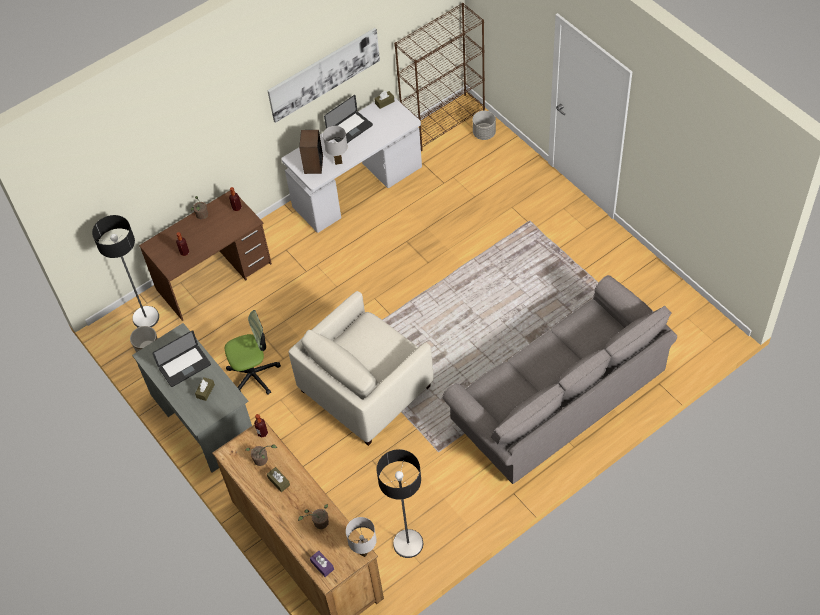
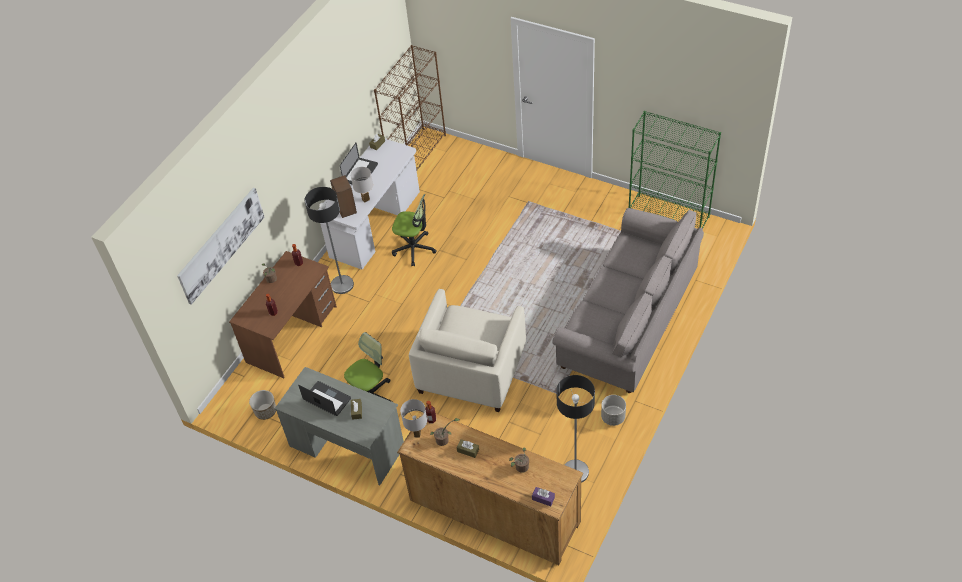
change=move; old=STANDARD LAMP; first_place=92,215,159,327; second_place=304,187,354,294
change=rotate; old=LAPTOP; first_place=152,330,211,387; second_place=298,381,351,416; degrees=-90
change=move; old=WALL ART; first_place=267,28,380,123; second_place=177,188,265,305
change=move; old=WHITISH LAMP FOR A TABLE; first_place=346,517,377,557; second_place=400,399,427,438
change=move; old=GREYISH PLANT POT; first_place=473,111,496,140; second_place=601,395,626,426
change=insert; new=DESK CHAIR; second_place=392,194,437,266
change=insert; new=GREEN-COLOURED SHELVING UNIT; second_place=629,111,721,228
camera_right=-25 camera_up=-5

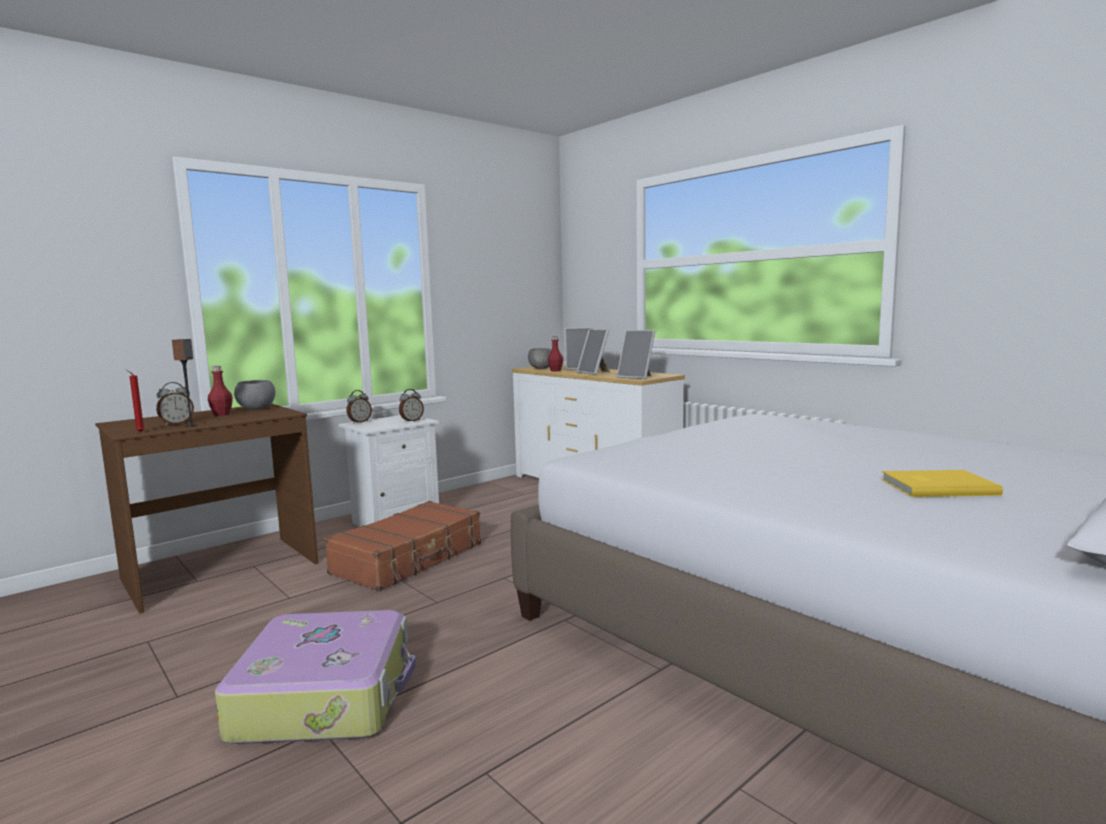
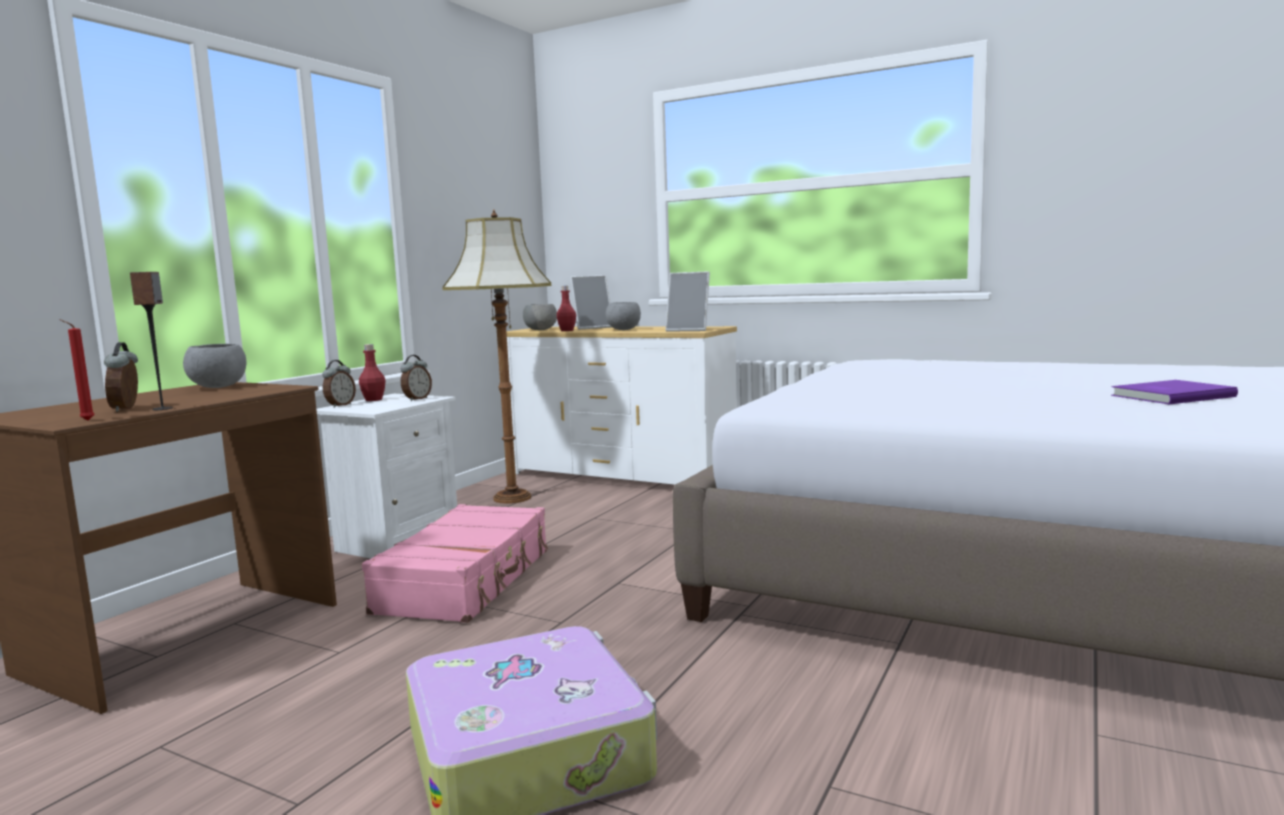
change=rotate; old=BEDSIDE CLOCK; first_place=156,382,194,426; second_place=104,342,138,412; degrees=135
change=move; old=RED-COLOURED BEVERAGE BOTTLE; first_place=208,366,233,416; second_place=359,344,386,401
change=recolor; old=BROWN PIECE OF LUGGAGE; new=PINKISH PIECE OF LUGGAGE; first_place=324,501,481,591; second_place=362,504,548,623
change=replace; old=STANDING FRAME; new=GREYISH BOWL; first_place=577,329,610,375; second_place=606,302,641,330
change=recolor; old=YELLOW-COLOURED VOLUME; new=PURPLE-COLOURED VOLUME; first_place=881,470,1003,497; second_place=1111,380,1238,404
change=insert; new=STANDARD LAMP; second_place=442,210,551,504
camera_right=-20 camera_up=0

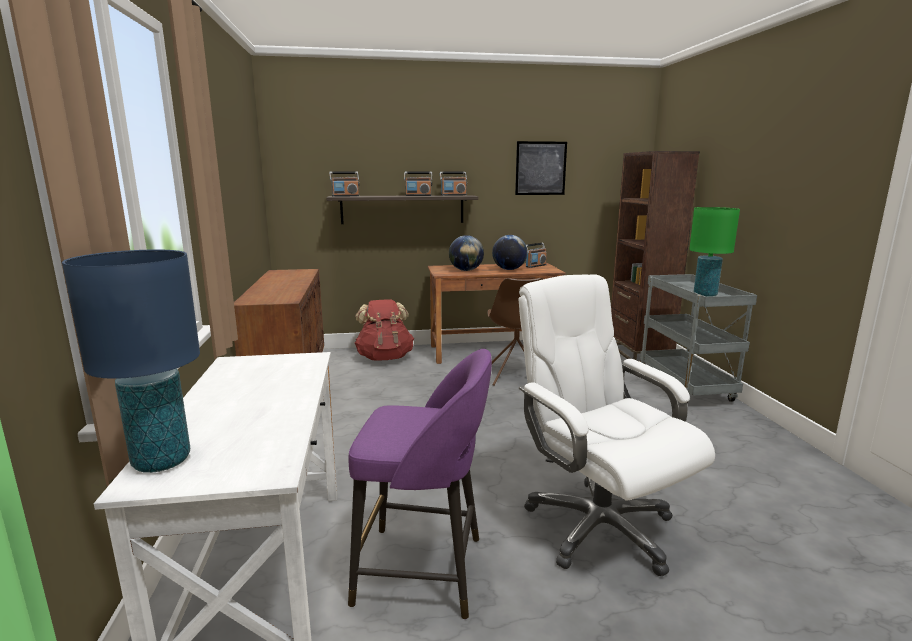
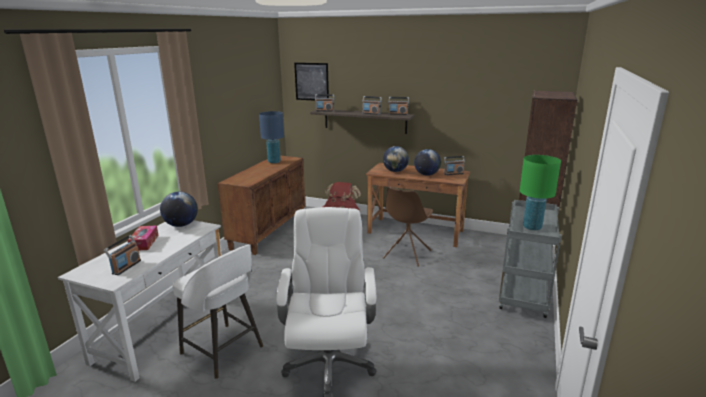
change=move; old=BLUE-COLOURED LAMP FOR A TABLE; first_place=62,250,200,473; second_place=259,111,284,163
change=recolor; old=PURPLE-COLOURED STOOL SEAT; new=WHITISH STOOL SEAT; first_place=348,349,492,619; second_place=173,245,263,379
change=move; old=WALL ART; first_place=515,141,567,195; second_place=294,63,329,101
change=insert; new=RADIO SET; second_place=104,235,141,275
change=insert; new=TISSUE BOX; second_place=127,225,159,250
change=insert; new=WORLD GLOBE; second_place=160,192,198,227
camera_right=30 camera_up=5

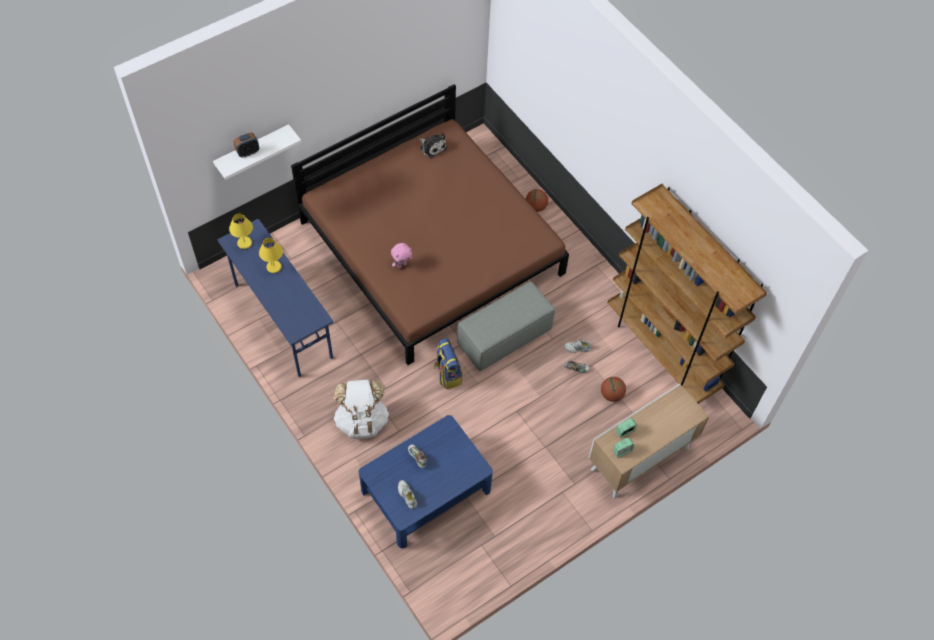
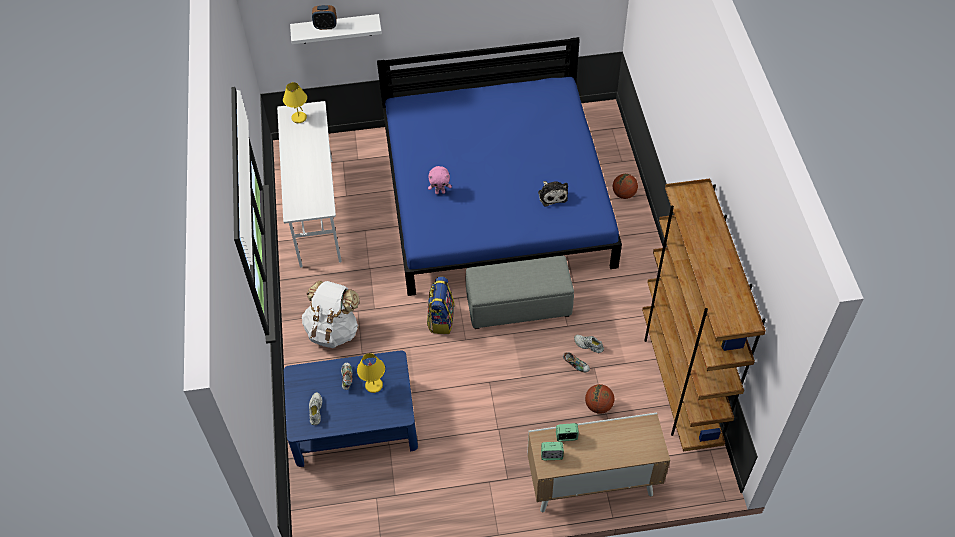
change=recolor; old=BLUE-COLOURED DESK UNIT; new=WHITISH DESK UNIT; first_place=218,219,333,377; second_place=277,101,342,268
change=move; old=YELLOW-COLOURED LAMP FOR A TABLE; first_place=259,238,283,273; second_place=357,353,385,393
change=recolor; old=BROWN SLEEPING BED; new=BLUE-COLOURED SLEEPING BED; first_place=291,84,569,365; second_place=377,37,622,296
change=move; old=PLUSH TOY; first_place=419,133,447,159; second_place=538,181,568,207
camera_right=30 camera_up=-5

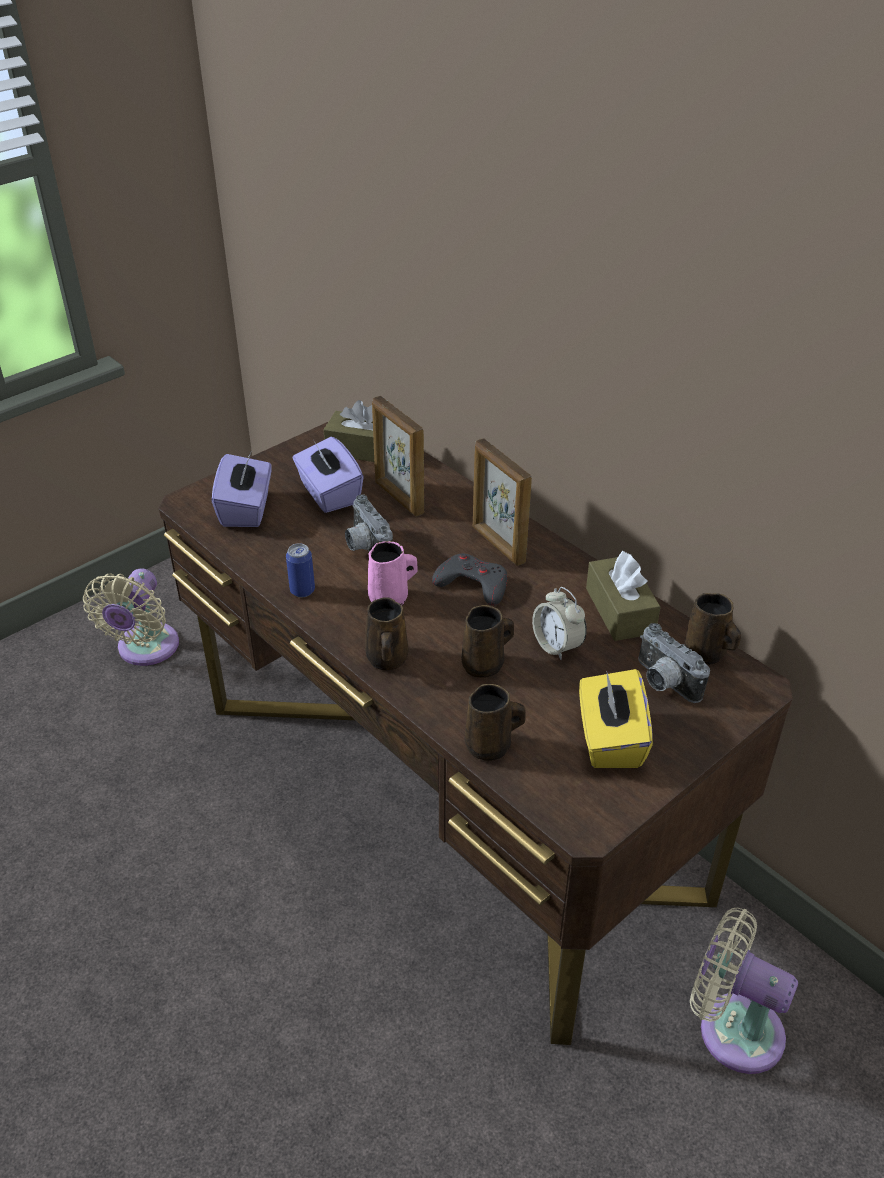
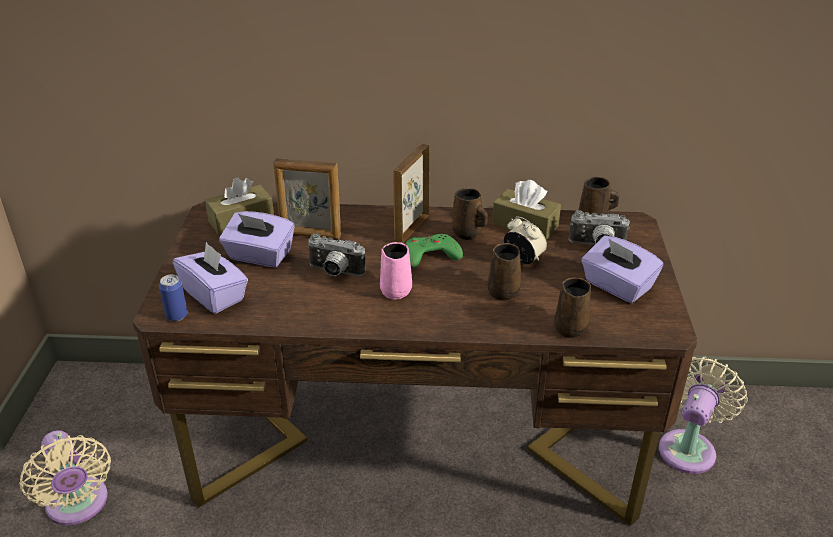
change=move; old=METAL CAN; first_place=286,543,315,598; second_place=159,275,188,321
change=move; old=BROWN MUG; first_place=365,597,408,670; second_place=452,188,488,240
change=recolor; old=GREYISH GAME CONTROLLER; new=GREEN-COLOURED GAME CONTROLLER; first_place=432,553,507,606; second_place=405,234,463,268
change=rotate; old=STANDING FRAME; first_place=473,438,532,566; second_place=393,144,429,243; degrees=105
change=rotate; old=BEDSIDE CLOCK; first_place=532,587,587,660; second_place=504,216,547,264; degrees=-150
change=recolor; old=YELLOW-COLOURED TISSUE BOX; new=PURPLE-COLOURED TISSUE BOX; first_place=579,669,653,768; second_place=581,236,663,303
change=rotate; old=BEIGE-COLOURED COOLING FAN; first_place=690,908,798,1074; second_place=659,357,748,474; degrees=135
camera_right=-45 camera_up=-5

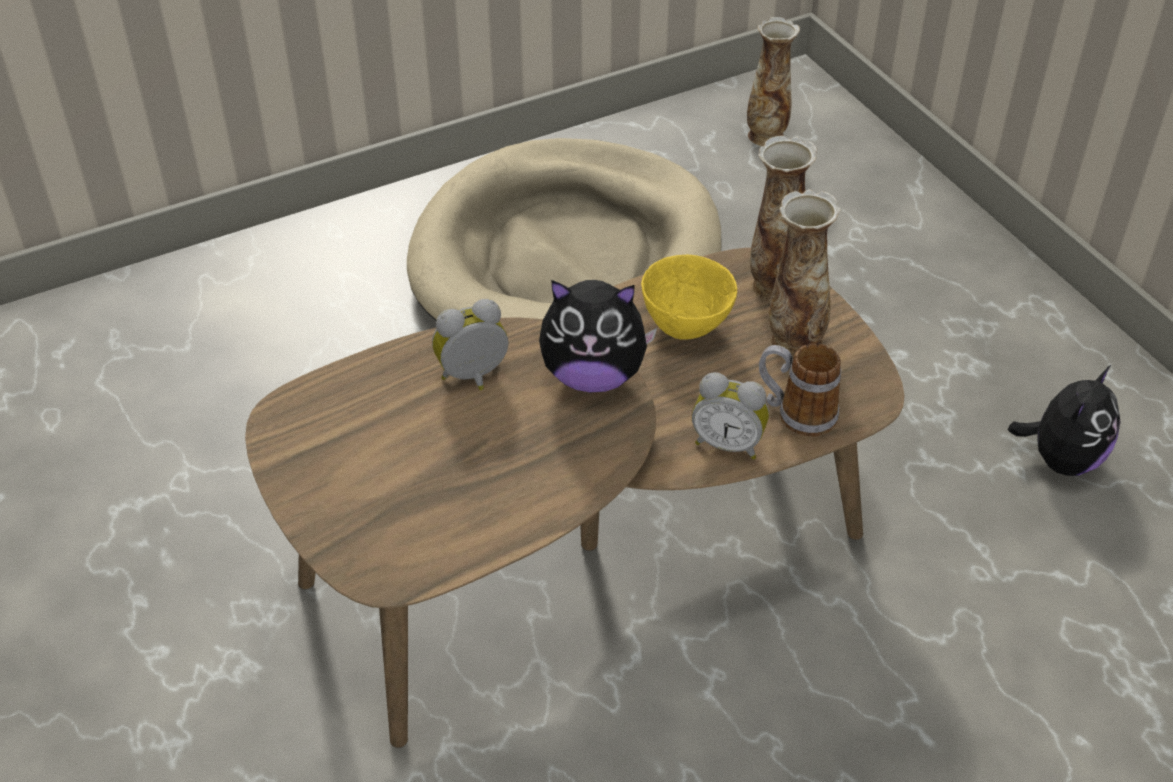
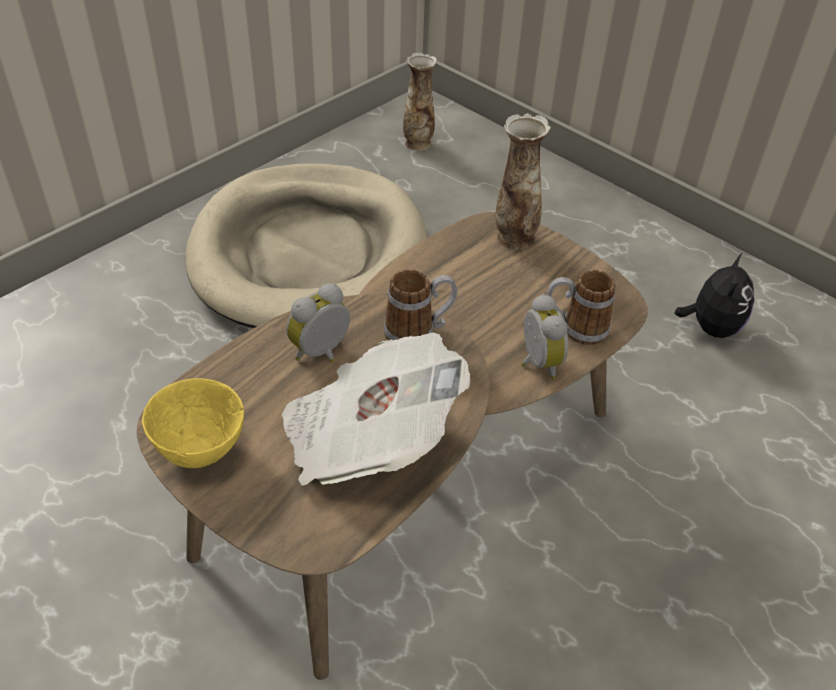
change=replace; old=PLUSH TOY; new=MUG; first_place=539,280,657,392; second_place=384,269,457,340
change=move; old=YELLOW-COLOURED BOWL; first_place=641,255,737,340; second_place=142,378,244,468
change=rotate; old=BEDSIDE CLOCK; first_place=692,372,769,459; second_place=521,294,568,379; degrees=-105
change=delete; old=VASE; first_place=769,189,841,358
change=insert; new=DAILY PAPER; second_place=282,333,470,485
camera_right=-20 camera_up=0

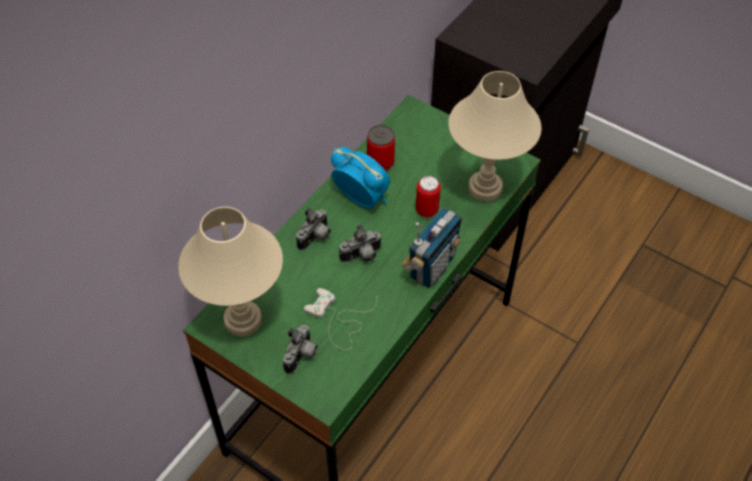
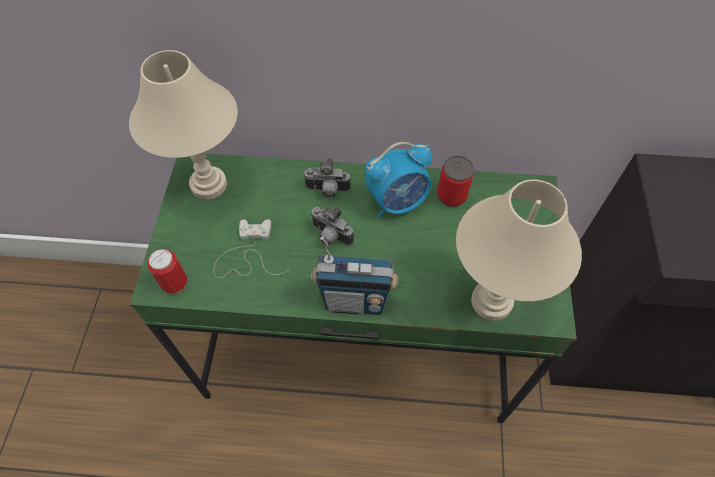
change=delete; old=PHOTO CAMERA; first_place=283,325,317,374
change=rotate; old=BEDSIDE CLOCK; first_place=331,147,390,209; second_place=365,142,432,218; degrees=60
change=move; old=METAL CAN; first_place=416,176,441,218; second_place=147,249,187,294
camera_right=60 camera_up=5

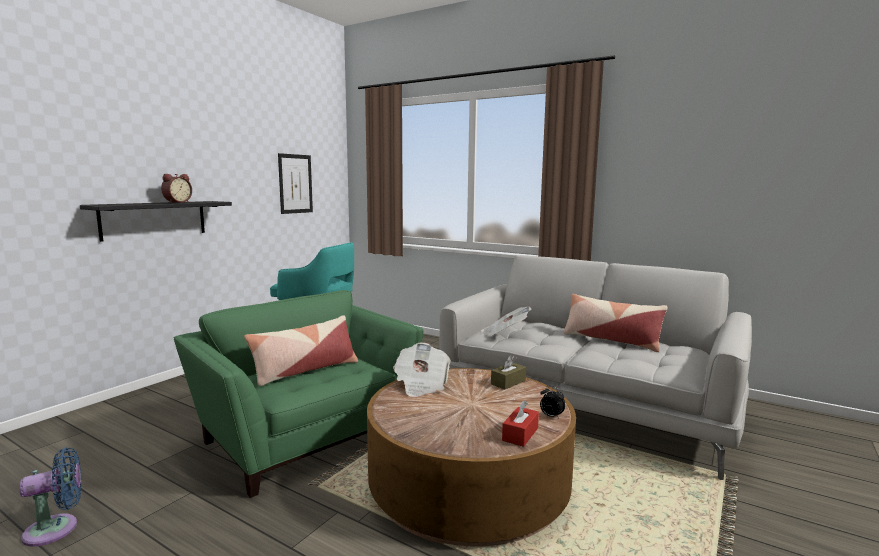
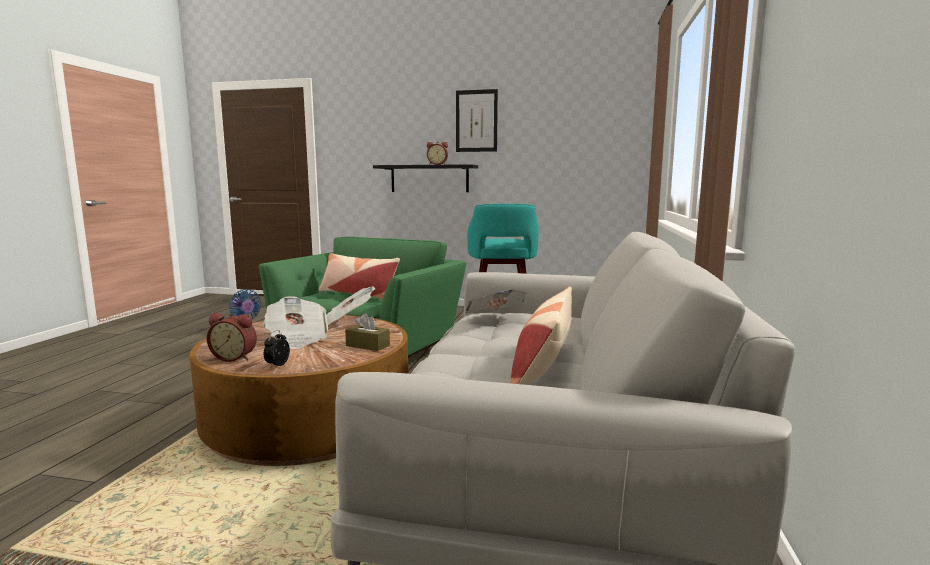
change=move; old=WALL ART; first_place=278,153,313,214; second_place=456,89,498,152
change=replace; old=RED-COLOURED TISSUE BOX; new=BEDSIDE CLOCK; first_place=502,400,539,447; second_place=207,313,257,362
change=insert; new=DAILY PAPER; second_place=263,296,328,349
camera_right=70 camera_up=0

